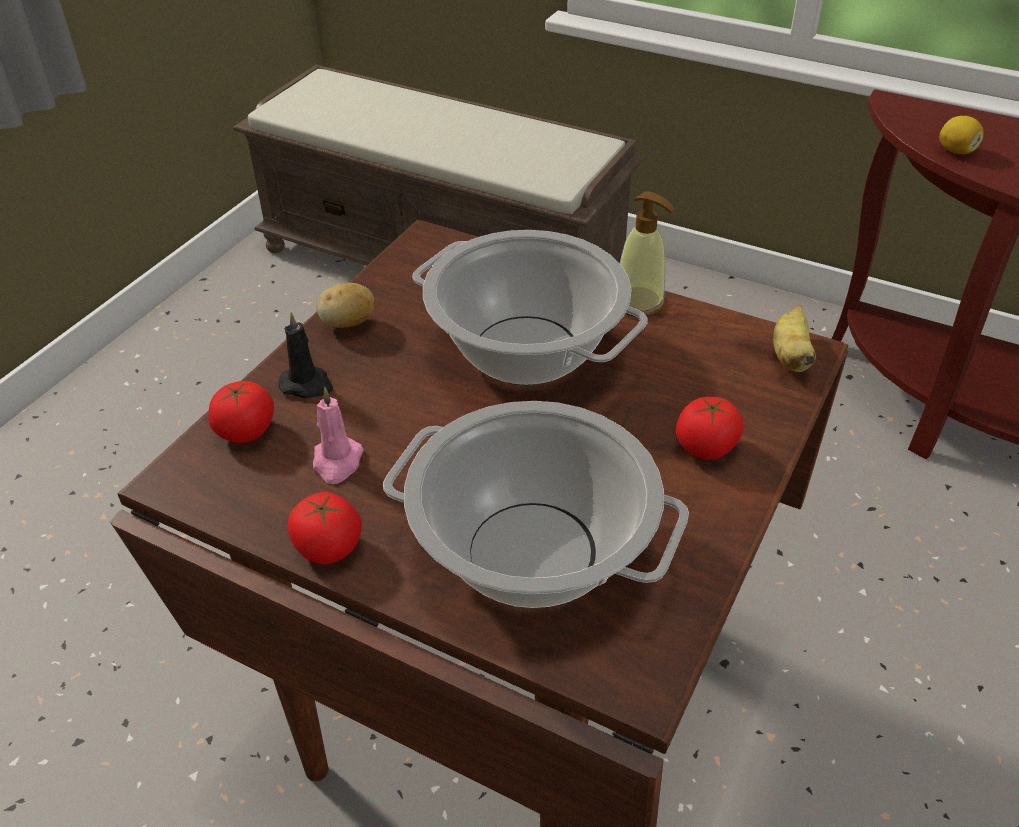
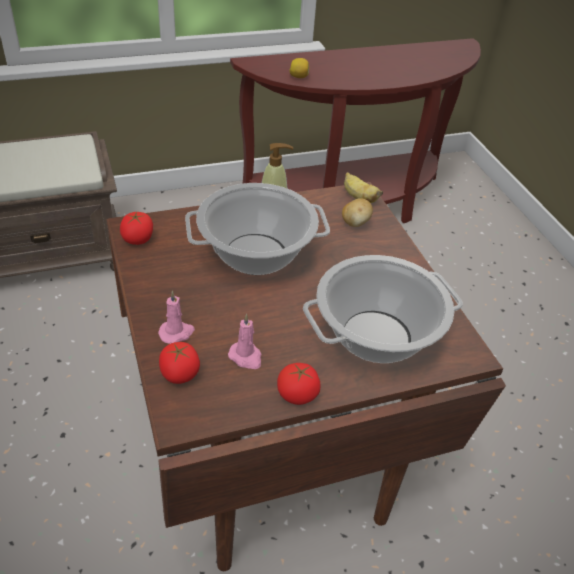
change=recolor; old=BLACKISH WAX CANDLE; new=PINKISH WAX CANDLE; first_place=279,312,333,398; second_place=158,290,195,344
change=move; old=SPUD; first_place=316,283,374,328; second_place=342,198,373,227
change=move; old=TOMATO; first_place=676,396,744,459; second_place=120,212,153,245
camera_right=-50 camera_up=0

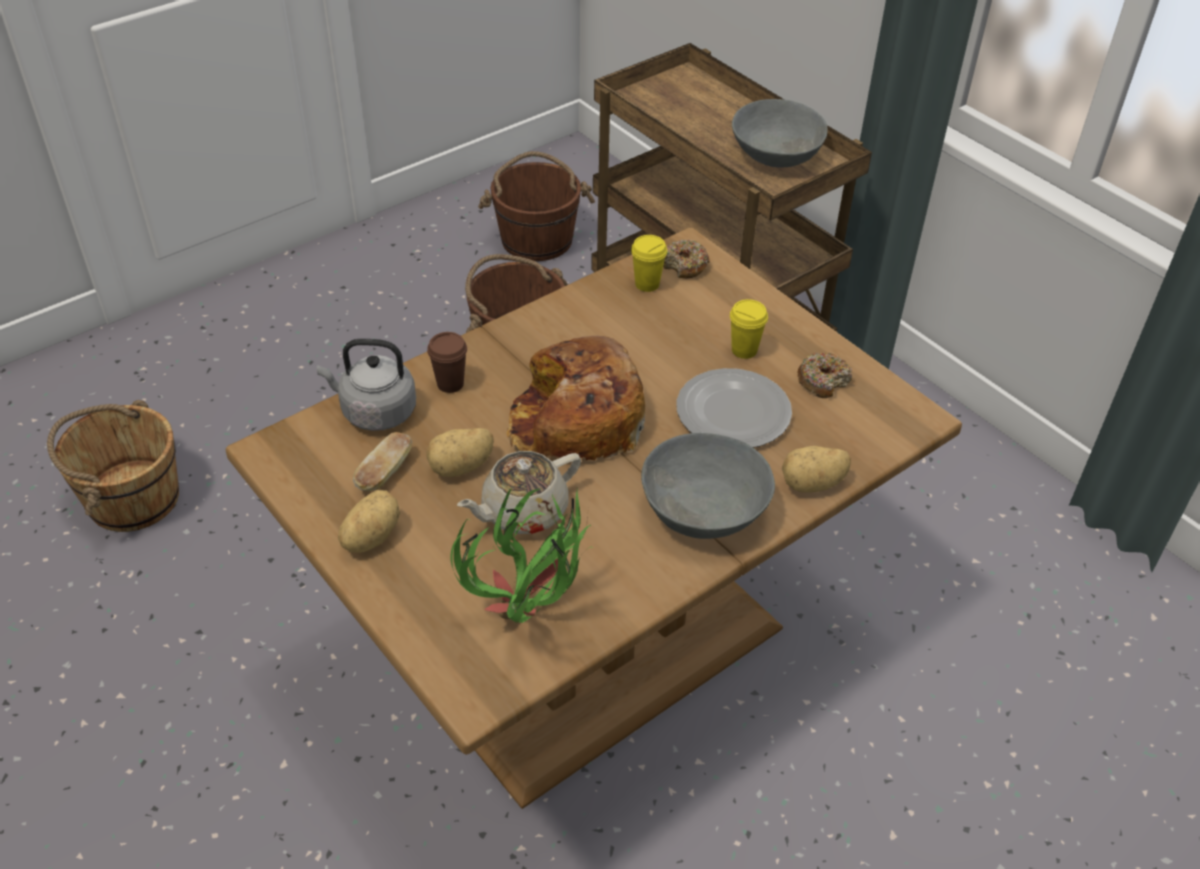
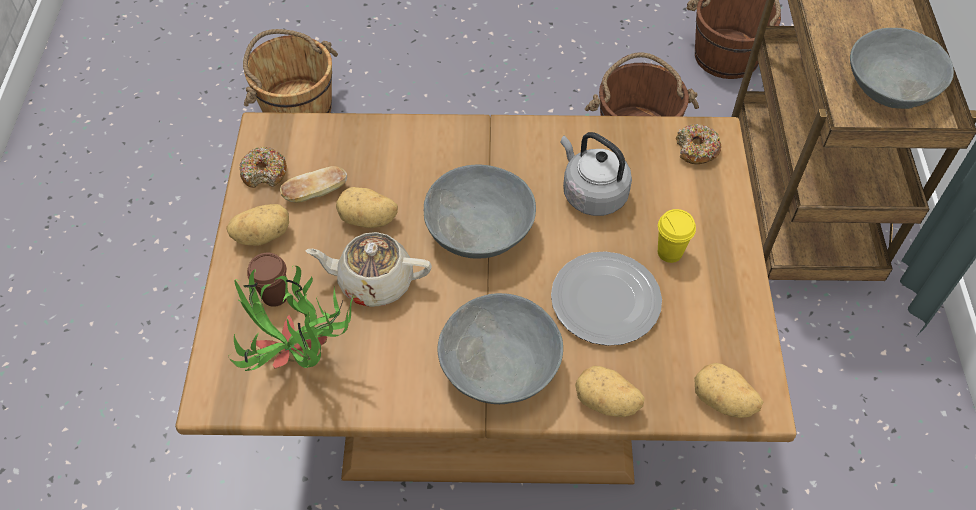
change=move; old=GREYISH KETTLE; first_place=317,339,416,431; second_place=561,132,632,216
change=move; old=BROWN CUP; first_place=427,332,467,393; second_place=247,253,287,307
change=replace; old=BAKERY BREAD; new=GREYISH BOWL; first_place=506,336,645,460; second_place=424,165,536,259
change=delete; old=YELLOW-COLOURED CUP; first_place=631,235,667,292
change=move; old=DOUGHNUT; first_place=797,353,852,398; second_place=239,147,287,188
change=insert; new=SPUD; second_place=694,363,763,418
camera_right=40 camera_up=10

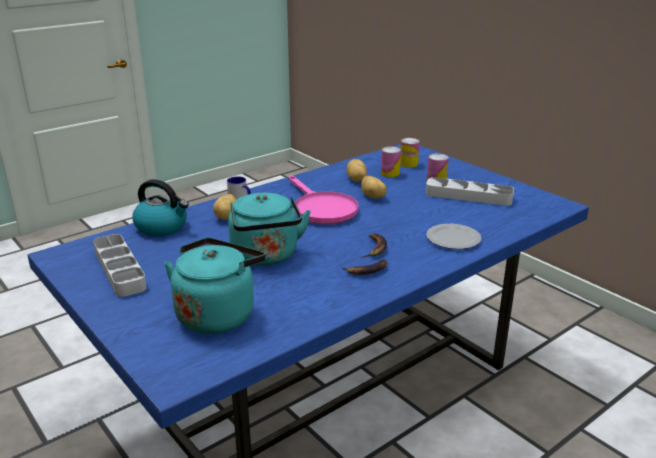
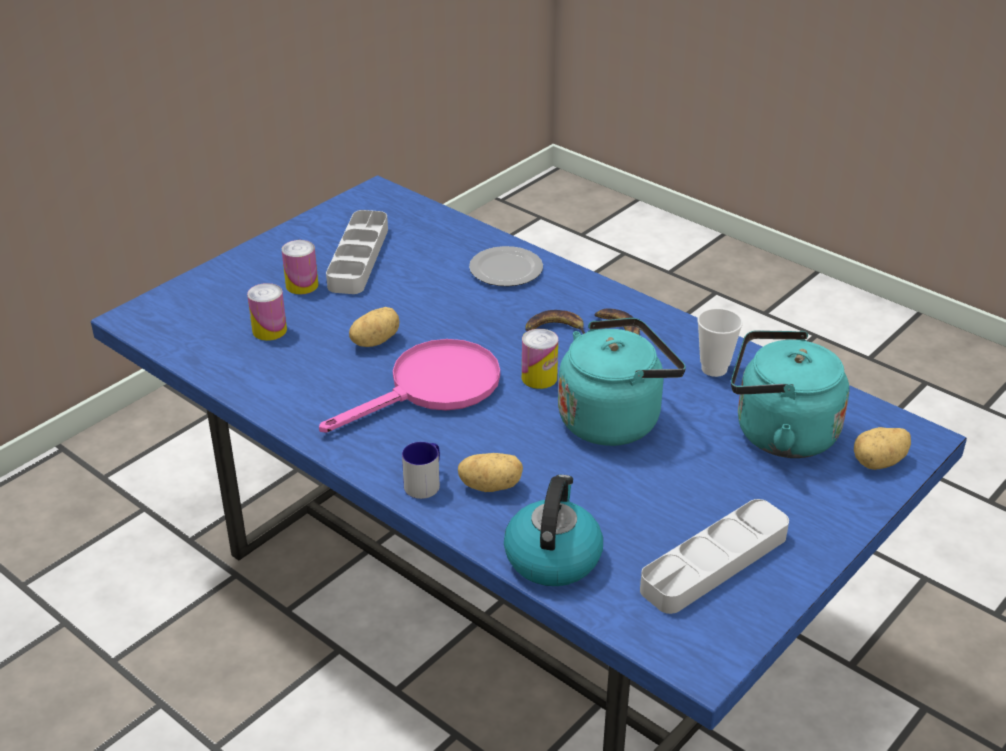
change=move; old=SPUD; first_place=347,159,367,182; second_place=854,427,911,470
change=move; old=METAL CAN; first_place=400,138,420,168; second_place=522,329,558,389
change=insert; new=CUP; second_place=698,308,743,377
camera_right=-100 camera_up=10

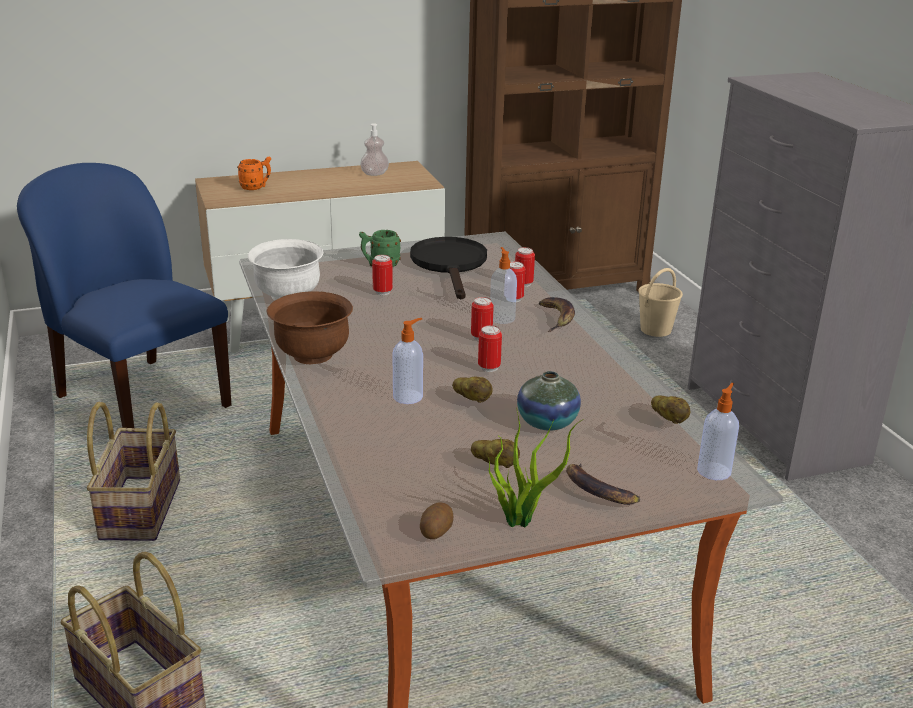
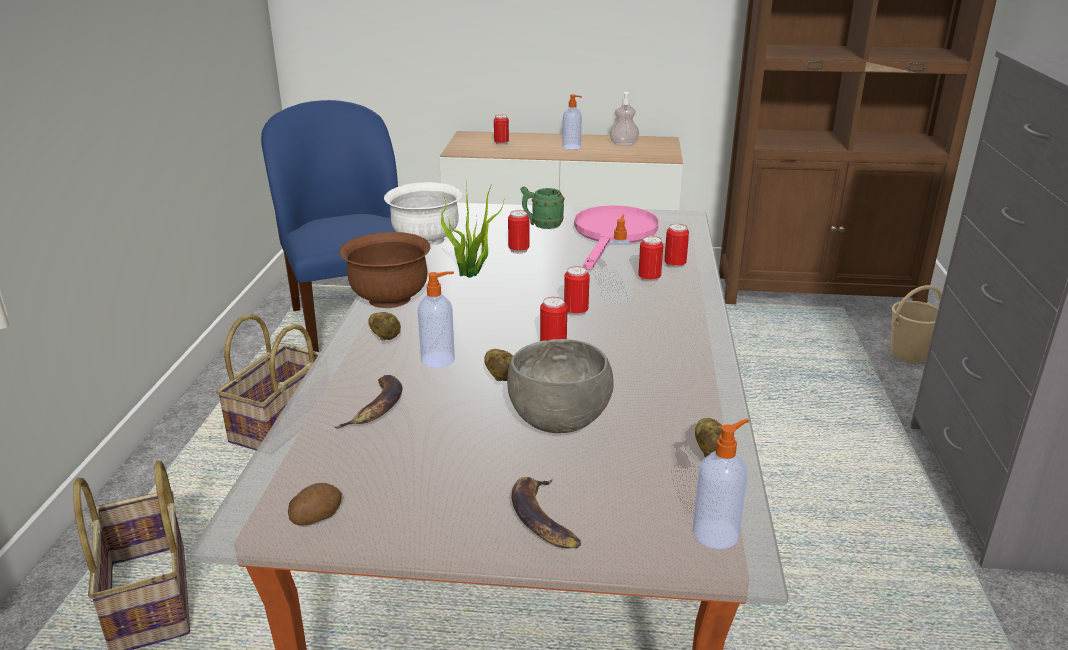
change=replace; old=ORANGEY MUG; new=METAL CAN; first_place=237,157,271,190; second_place=494,114,509,145
change=recolor; old=BLACKISH SKILLET; new=PINKISH SKILLET; first_place=410,237,487,299; second_place=574,205,659,270
change=move; old=SPUD; first_place=471,439,520,468; second_place=368,312,401,340
change=move; old=POTTED PLANT; first_place=488,408,584,527; second_place=441,179,504,278
change=replace; old=VASE; new=GREYISH BOWL; first_place=517,371,581,431; second_place=507,339,614,433
change=move; old=WHOLE BANANA; first_place=539,297,575,332; second_place=334,375,403,429
change=insert; new=SOAP BOTTLE; second_place=562,94,582,149
camera_right=25 camera_up=0

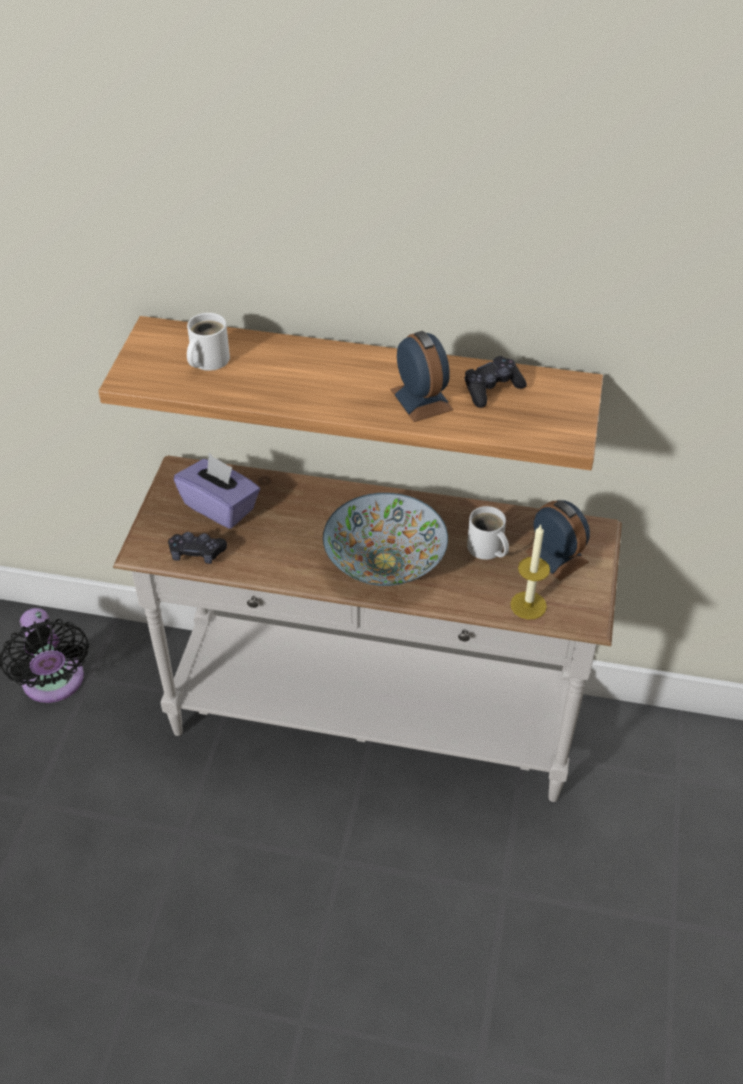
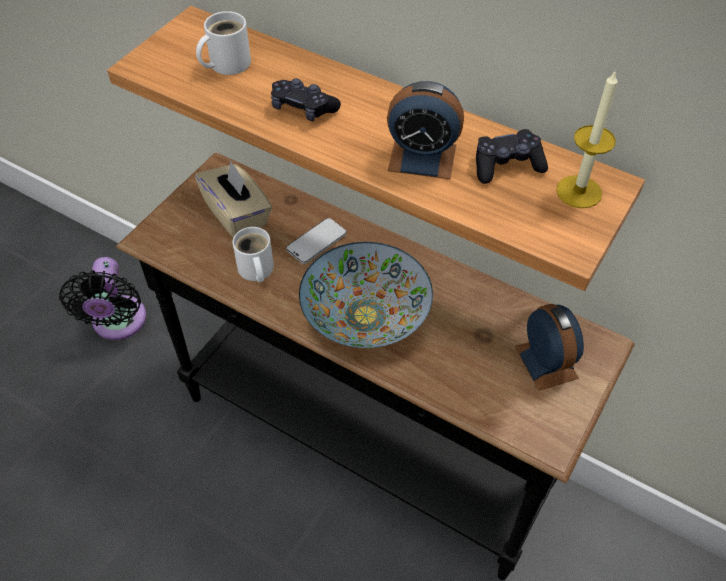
change=recolor; old=WHITISH NARROW TABLE; new=BLACKISH NARROW TABLE; first_place=113,456,622,802; second_place=116,152,634,580
change=move; old=BLACKISH GAME CONTROLLER; first_place=168,532,227,564; second_place=271,78,341,122
change=recolor; old=PURPLE-COLOURED TISSUE BOX; new=BEIGE-COLOURED TISSUE BOX; first_place=174,454,260,529; second_place=195,161,272,238
change=rotate; old=BEDSIDE CLOCK; first_place=390,331,453,422; second_place=387,81,464,179; degrees=105
change=move; old=WHITISH MUG; first_place=467,506,509,560; second_place=233,227,274,282
change=move; old=WAX CANDLE; first_place=510,524,550,619; second_place=556,72,618,208
change=insert; new=PHONE; second_place=286,218,346,264
camera_right=20 camera_up=5

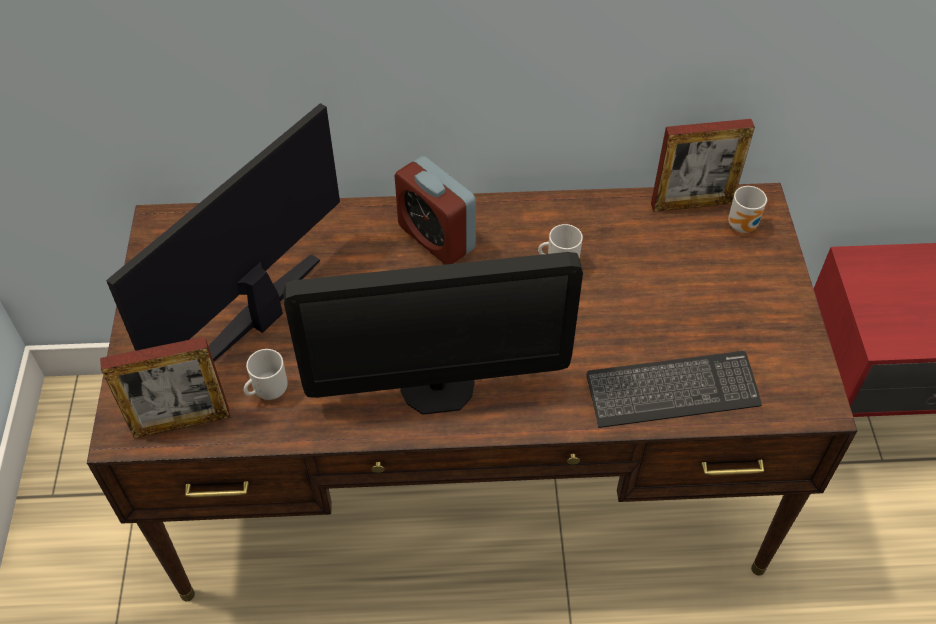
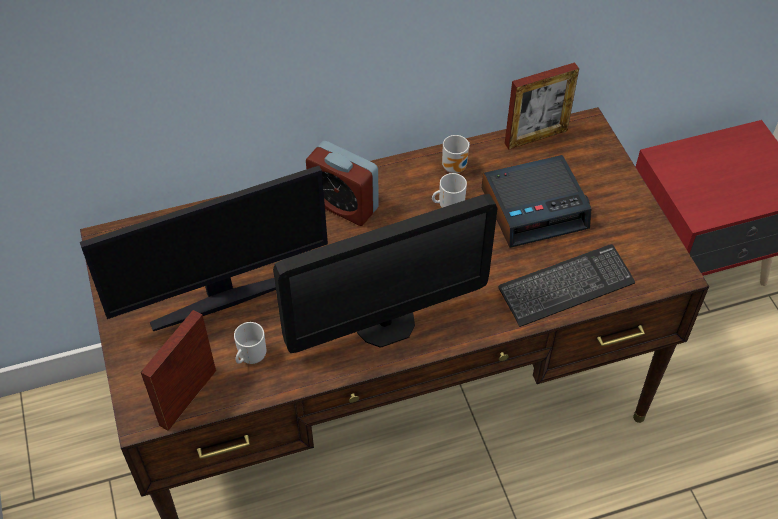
change=rotate; old=STANDING FRAME; first_place=100,337,230,438; second_place=141,310,216,431; degrees=150
change=rotate; old=COMPUTER SCREEN; first_place=106,103,340,361; second_place=80,166,328,331; degrees=-135
change=move; old=MUG; first_place=728,186,768,233; second_place=442,135,470,173
change=insert; new=BEDSIDE CLOCK; second_place=482,155,591,248
camera_right=-15 camera_up=0

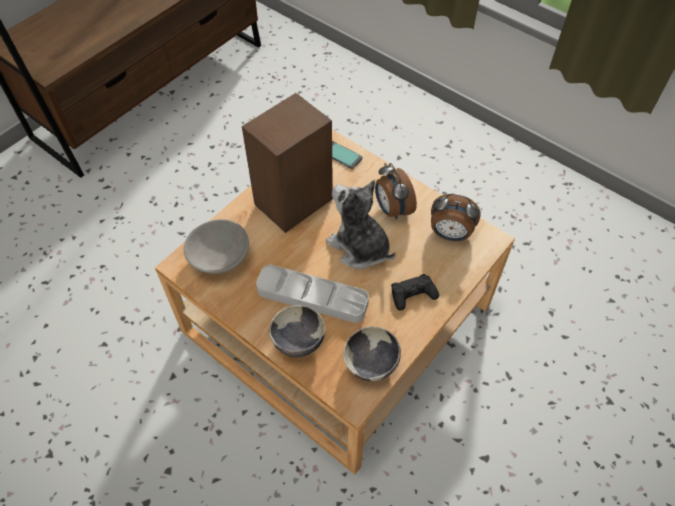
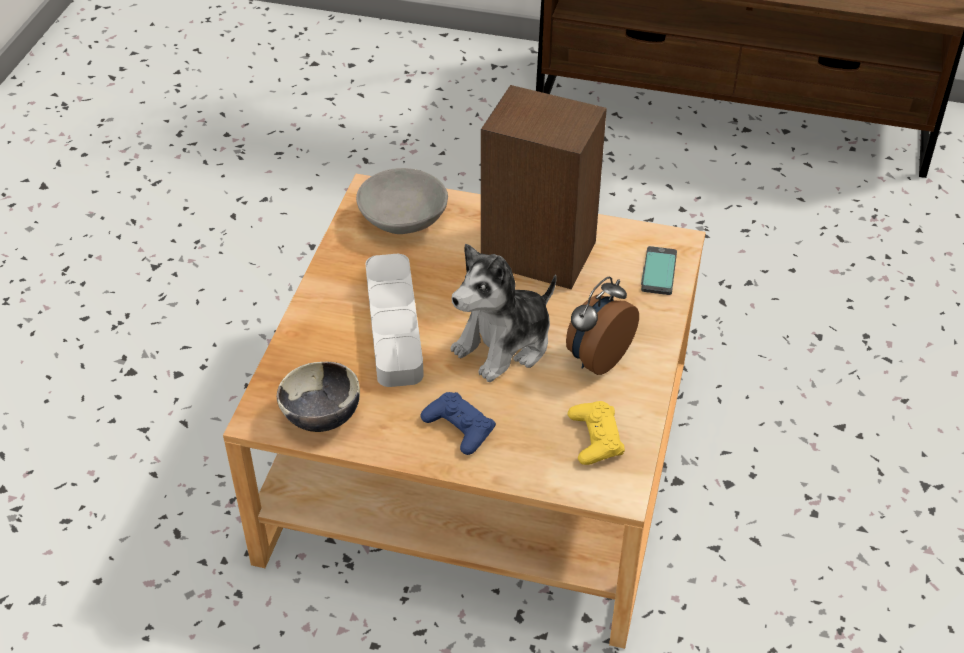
change=delete; old=BOWL; first_place=269,305,325,357
change=rotate; old=PLUSH TOY; first_place=326,180,396,269; second_place=450,244,557,382; degrees=-150
change=recolor; old=BLACKISH GAME CONTROLLER; new=BLUE-COLOURED GAME CONTROLLER; first_place=391,274,439,310; second_place=420,392,496,455
change=replace; old=BEDSIDE CLOCK; new=YELLOW-COLOURED GAME CONTROLLER; first_place=431,194,481,241; second_place=568,401,625,465
camera_right=65 camera_up=-10

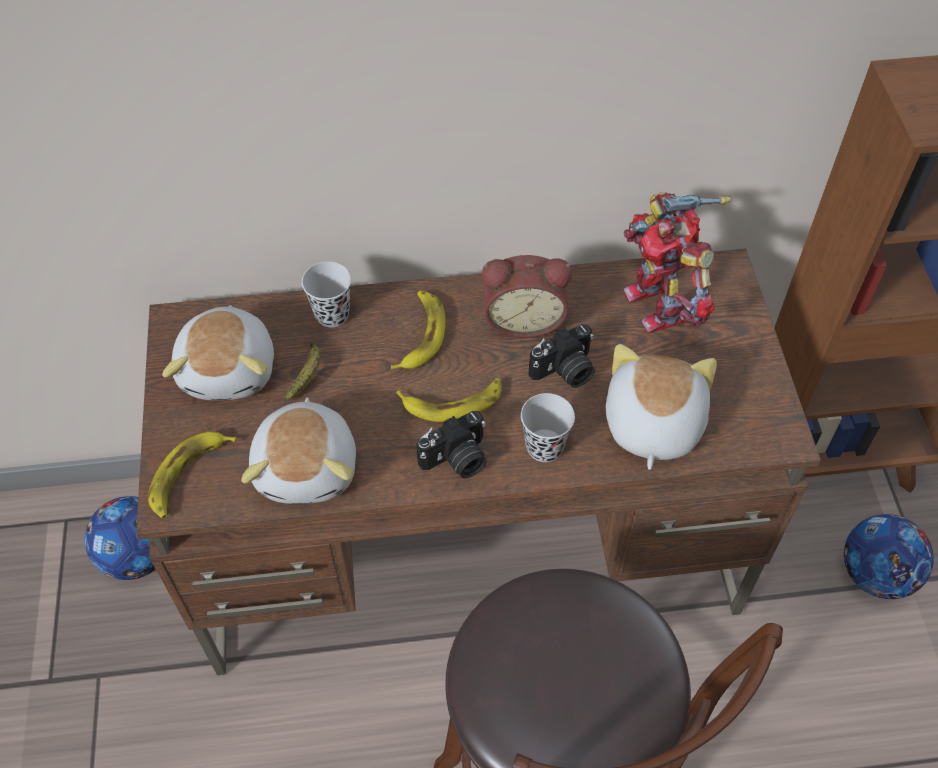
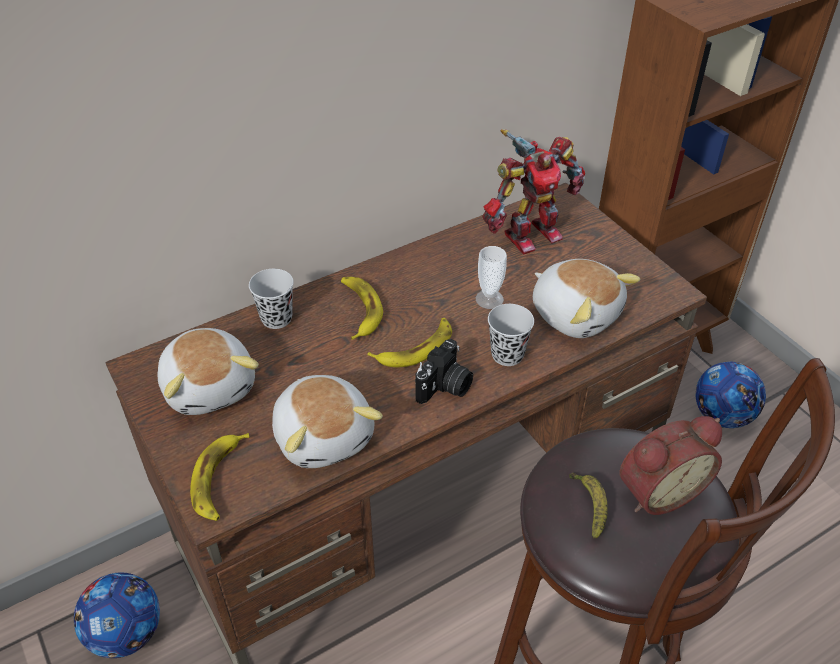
change=move; old=WHOLE BANANA; first_place=285,342,321,400; second_place=569,472,608,539
change=move; old=BEDSIDE CLOCK; first_place=482,255,572,338; second_place=620,416,722,515
change=replace; old=PHOTO CAMERA; new=CUP; first_place=528,324,595,388; second_place=476,246,507,309
change=rotate; old=PLUSH TOY; first_place=606,344,717,470; second_place=533,259,640,338; degrees=150
change=rotate; old=MODEL ROBOT; first_place=623,192,732,333; second_place=483,129,585,255; degrees=-75
camera_right=-25 camera_up=-10

